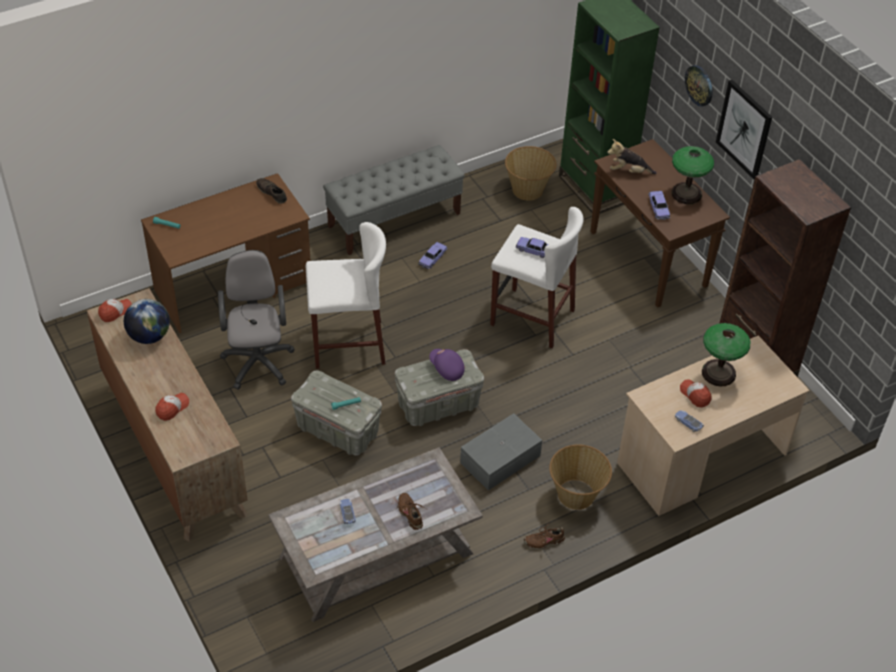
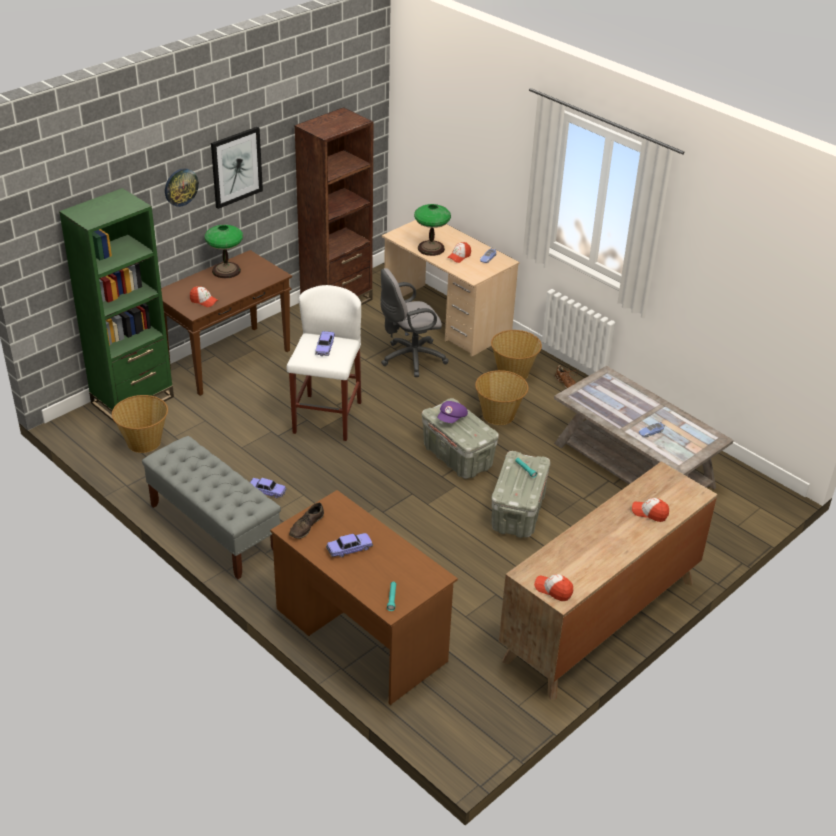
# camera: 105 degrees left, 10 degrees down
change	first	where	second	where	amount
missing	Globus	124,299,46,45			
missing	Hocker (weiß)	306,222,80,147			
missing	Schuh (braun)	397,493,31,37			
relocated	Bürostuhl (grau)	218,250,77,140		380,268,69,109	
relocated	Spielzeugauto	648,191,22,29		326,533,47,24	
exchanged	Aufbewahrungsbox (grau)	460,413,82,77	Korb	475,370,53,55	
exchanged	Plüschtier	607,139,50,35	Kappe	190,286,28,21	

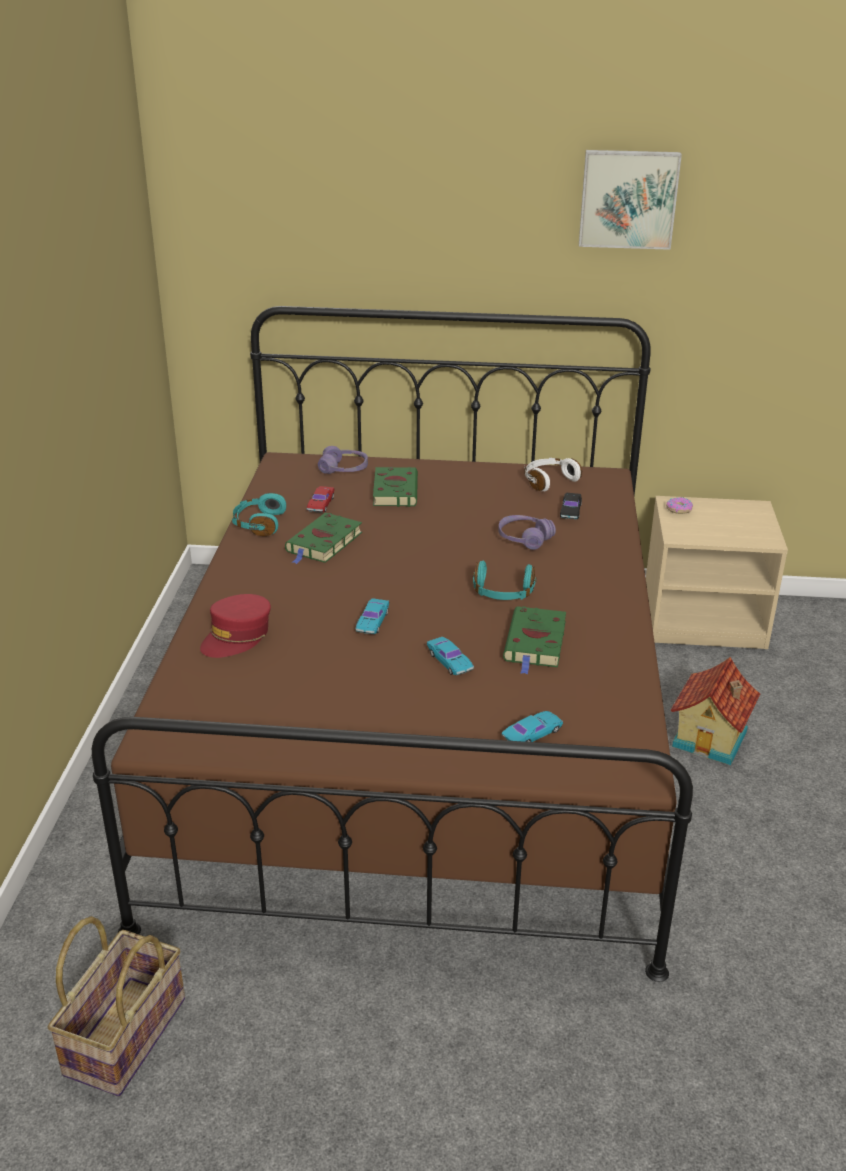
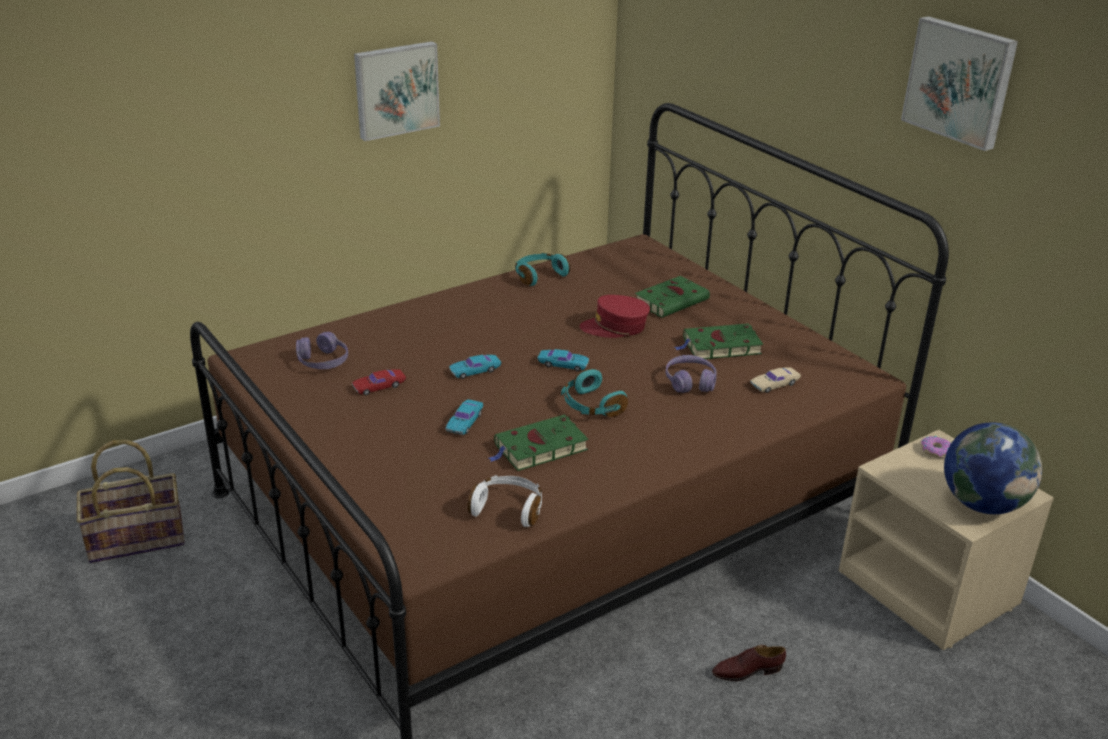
# camera: 50 degrees right, 0 degrees up
change	first	where	second	where	amount
appeared			Bild	354,41,86,100	
appeared			Globus	944,423,98,91	
relocated	Kappe (rot)	200,594,71,64		580,295,70,43	
relocated	Buch (grün)	285,513,77,51		675,323,88,36	
relocated	Spielzeugauto (rot)	307,486,28,26		352,369,54,26	
relocated	Kopfhörer (lila)	318,446,50,28		296,332,52,37	
relocated	Spielzeugauto (türkis)	501,711,62,31		538,349,51,23	
relocated	Kopfhörer (weiß)	524,458,58,33		468,475,74,52	
exchanged	Spielzeughaus	671,657,89,108	Schuh (braun)	712,645,74,36	
colour	Spielzeugauto (schwarz)	560,493,22,26	Spielzeugauto (beige)	750,368,51,25	

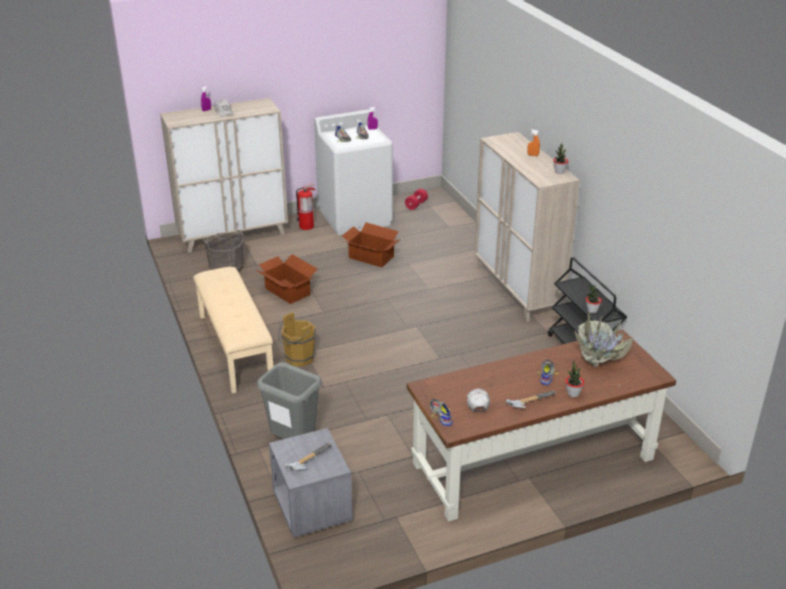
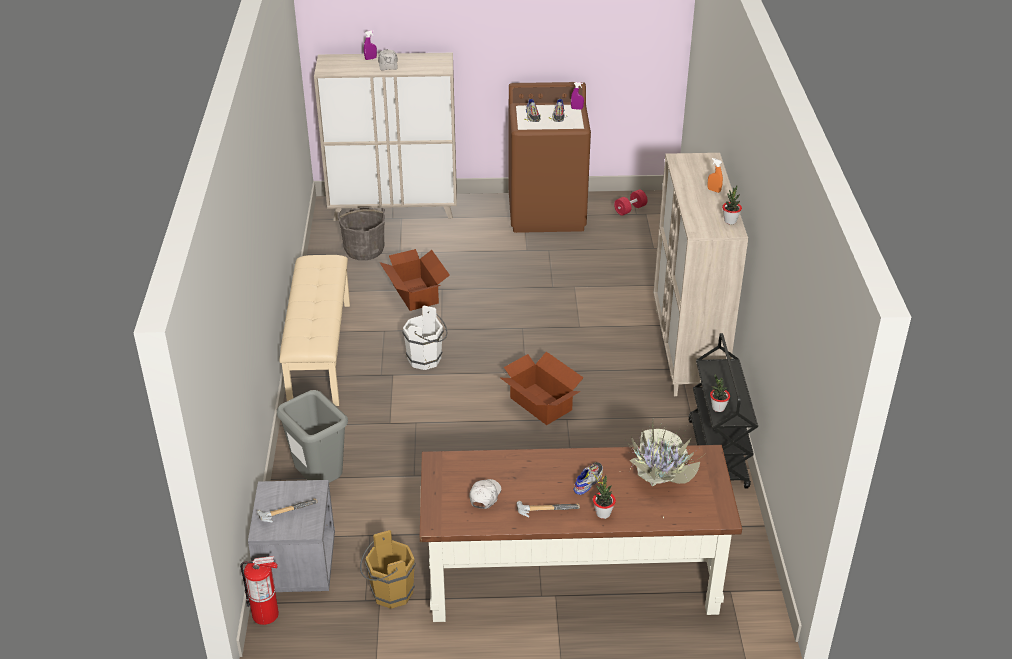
# camera: 20 degrees right, 5 degrees up
change	first	where	second	where	amount
missing	Schuh	430,399,23,27			
appeared			Eimer (weiß)	402,306,45,64	
relocated	Eimer (braun)	278,312,38,54		360,530,56,79	
relocated	Feuerlöscher	296,183,19,47		240,556,39,69	
relocated	Karton	342,222,58,45		501,352,83,73	
colour	Waschmaschine (weiß)	314,109,79,126	Waschmaschine (braun)	508,82,83,151	

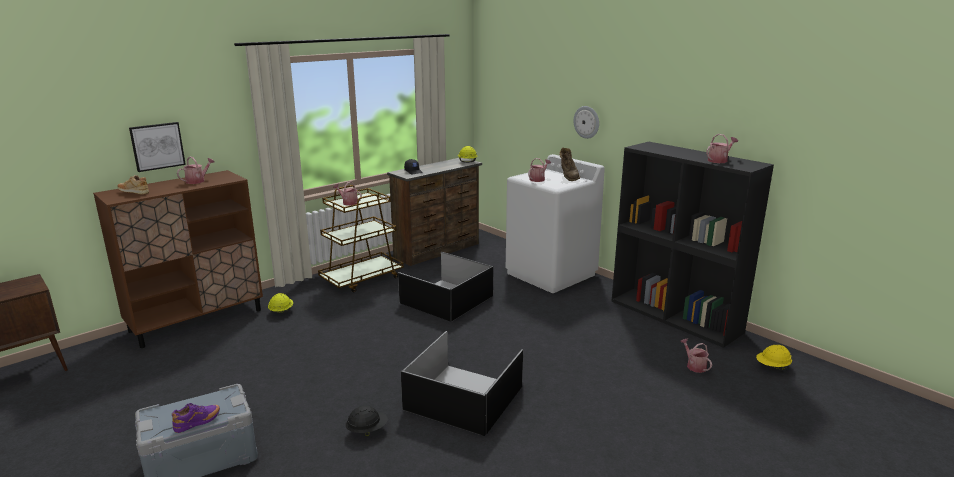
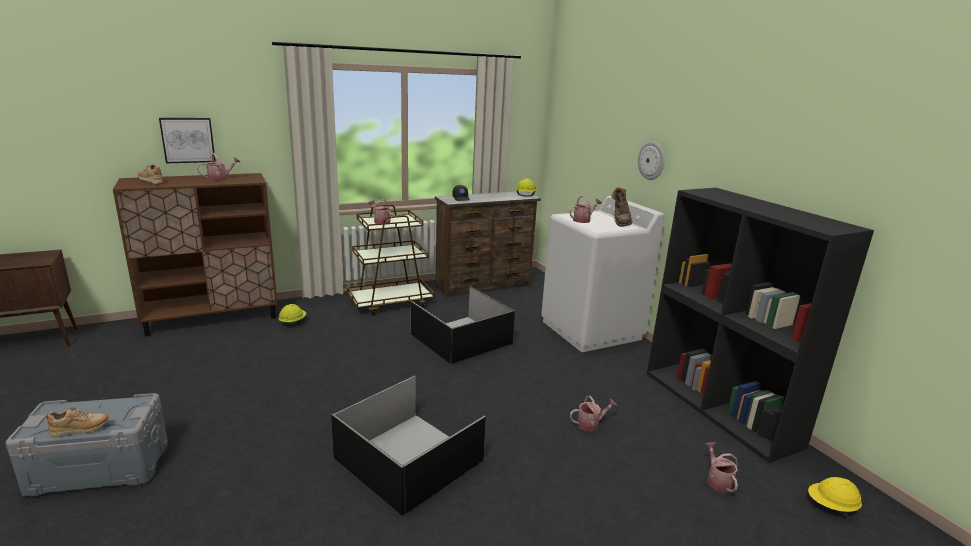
# camera: 15 degrees right, 0 degrees up
change	first	where	second	where	amount
missing	Schutzhelm (schwarz)	346,406,42,31			
relocated	Gießkanne	706,134,32,29		570,396,47,35	
colour	Schuh (lila)	172,403,48,30	Schuh (beige)	46,407,63,31	

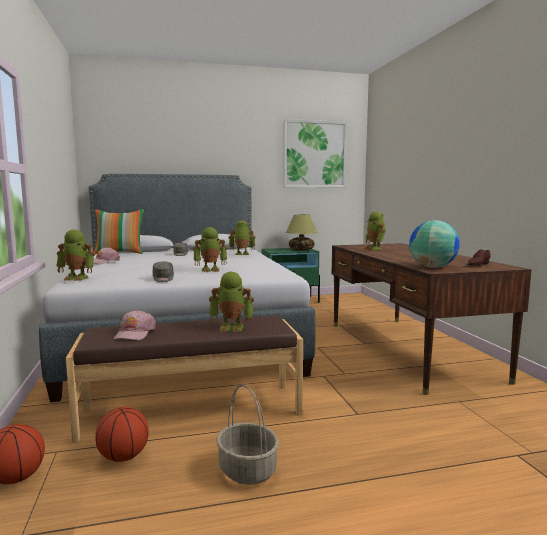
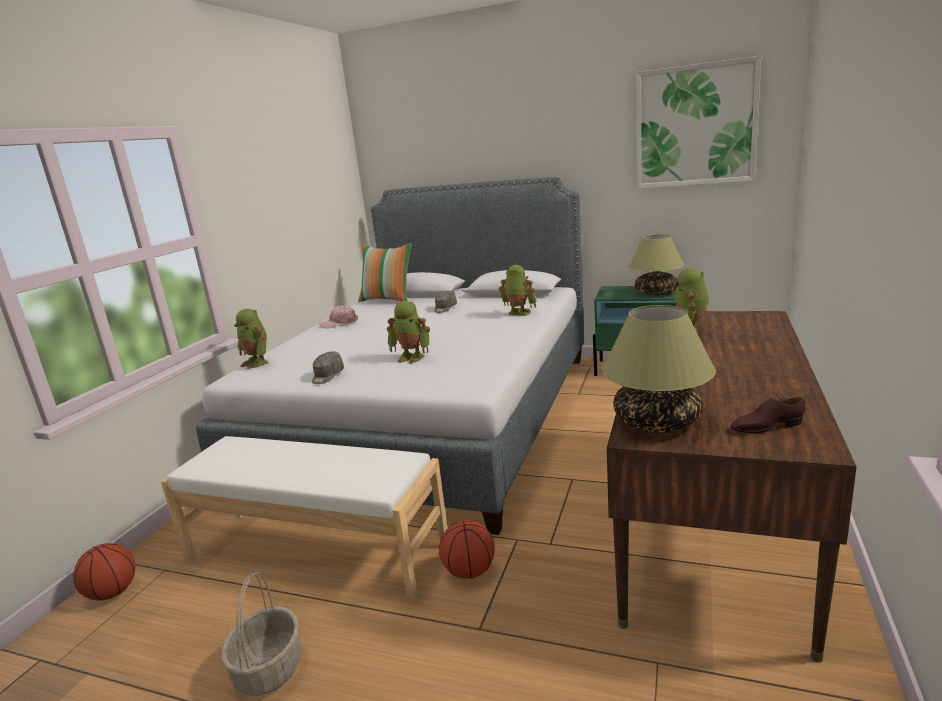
# camera: 35 degrees right, 10 degrees up
change	first	where	second	where	amount
missing	Kappe (rosa)	114,310,42,30			
missing	Spielzeugroboter	209,272,45,60			
relocated	Basketball	95,407,54,55		439,520,56,59	
exchanged	Globus	409,220,51,48	Tischlampe	602,305,114,128	
colour	Bank (braun)	66,316,237,127	Bank (weiß)	161,436,286,168	

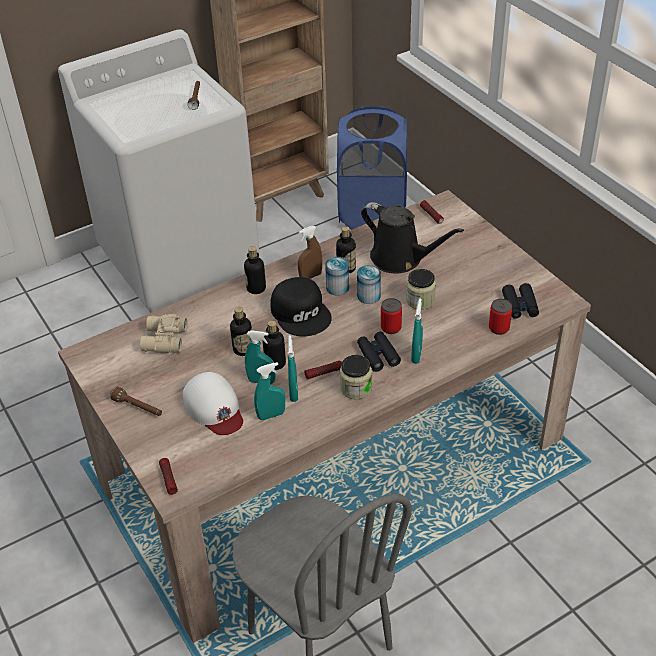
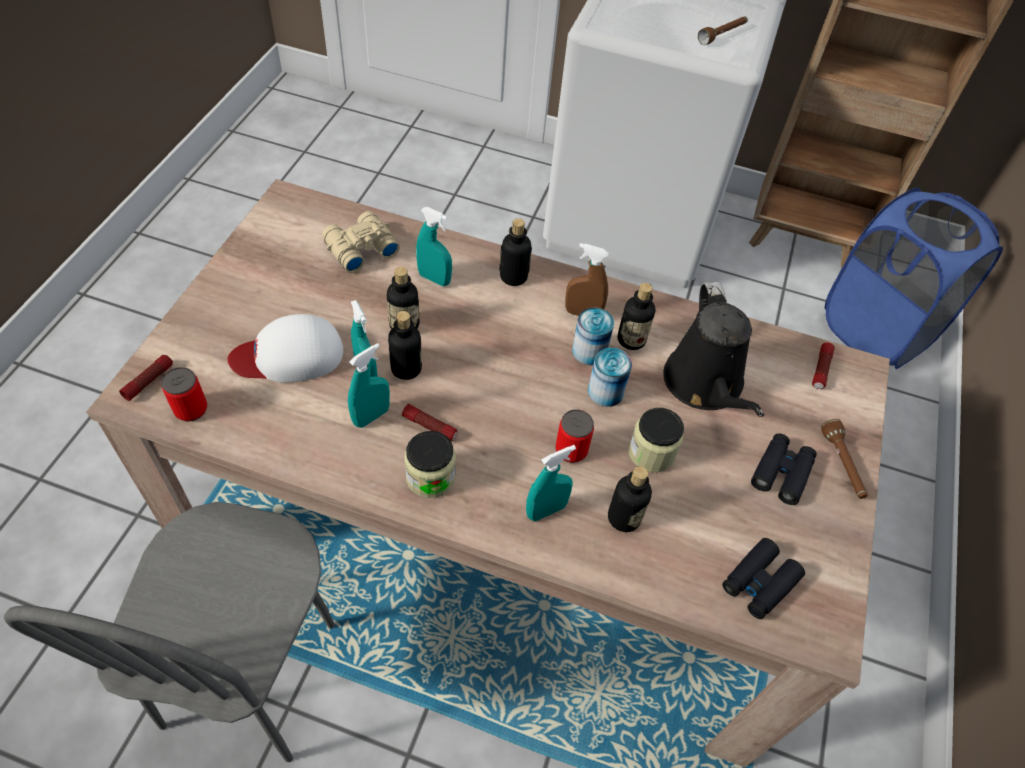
# camera: 45 degrees right, 10 degrees up
change	first	where	second	where	amount
missing	Kappe (schwarz)	270,277,62,60			
appeared			Flasche	608,466,44,66	
relocated	Taschenlampe (braun)	110,387,52,29		821,419,47,80	
relocated	Sprühflasche (türkis)	254,362,31,58		416,207,36,79	
relocated	Fernglas (schwarz)	357,332,44,40		751,433,66,72	
relocated	Dose	489,299,23,36		161,367,46,55	
spun	Kappe (weiß)	183,372,60,63		228,314,115,69	60 degrees clockwise

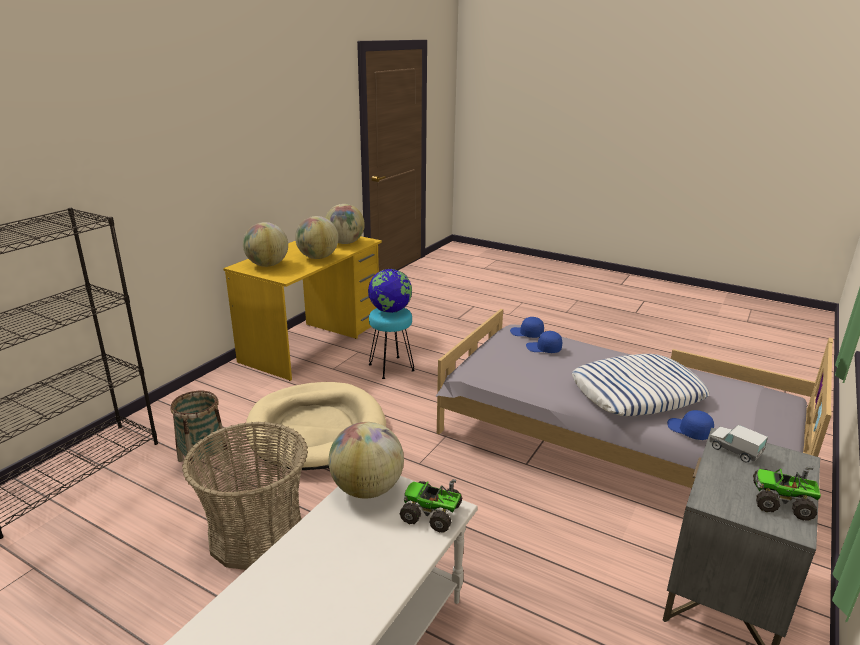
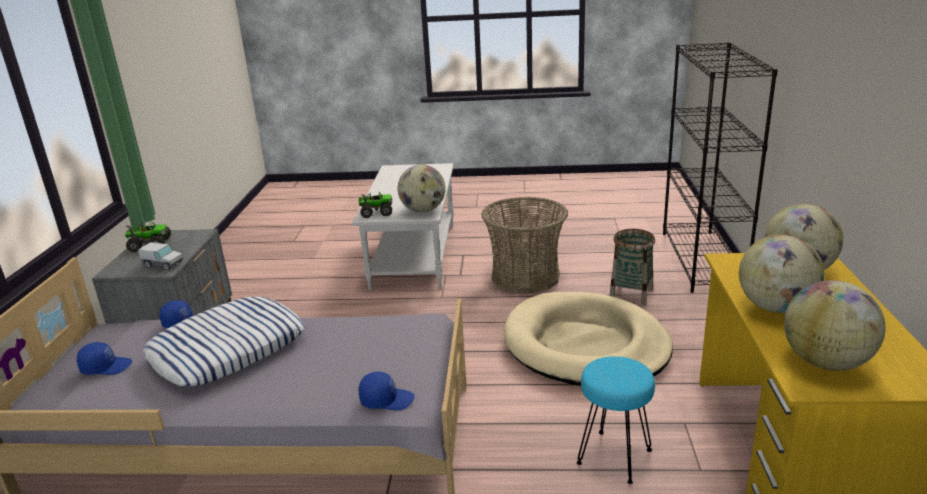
# camera: 155 degrees right, 0 degrees up
change	first	where	second	where	amount
missing	Globus	368,269,44,44			
relocated	Kappe (blau)	526,331,36,22		77,342,55,33	

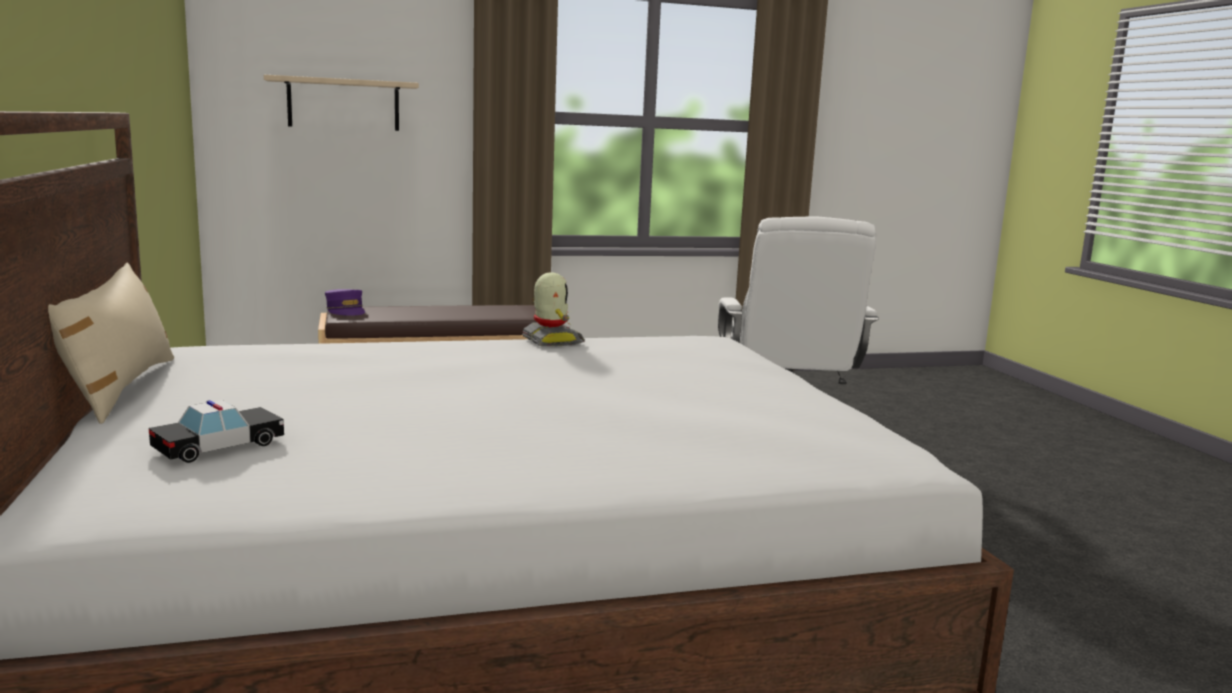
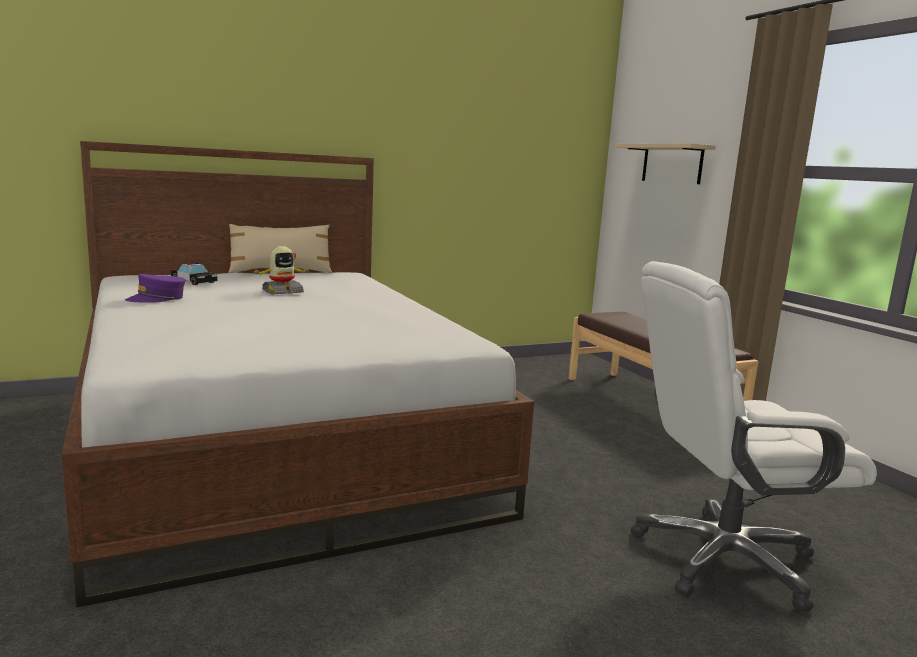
# camera: 80 degrees right, 0 degrees up
change	first	where	second	where	amount
relocated	Kappe (lila)	325,289,40,27		125,274,61,29	
relocated	Spielzeugroboter	522,272,63,74		253,246,57,49	

